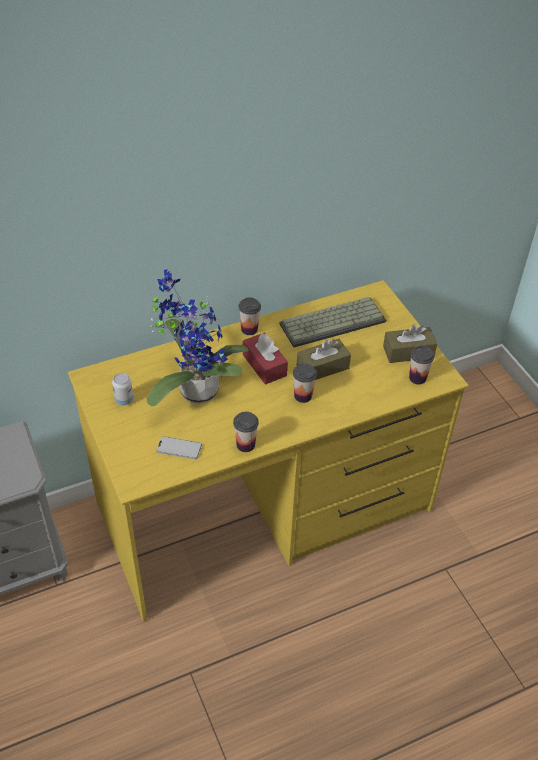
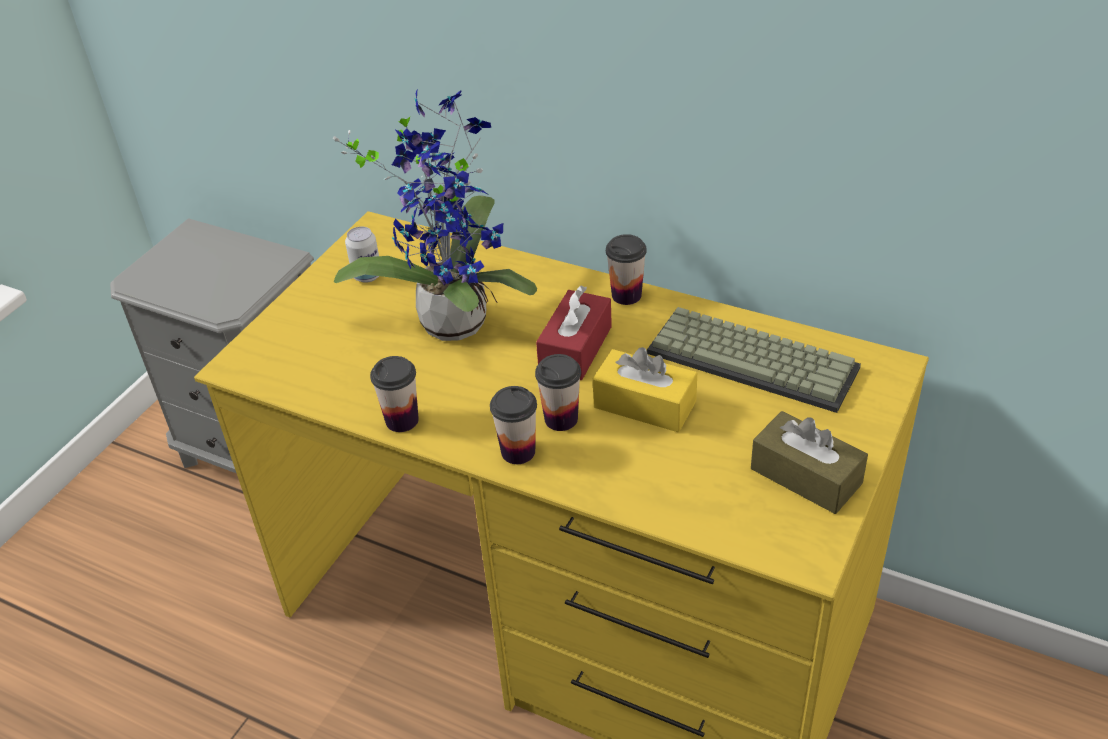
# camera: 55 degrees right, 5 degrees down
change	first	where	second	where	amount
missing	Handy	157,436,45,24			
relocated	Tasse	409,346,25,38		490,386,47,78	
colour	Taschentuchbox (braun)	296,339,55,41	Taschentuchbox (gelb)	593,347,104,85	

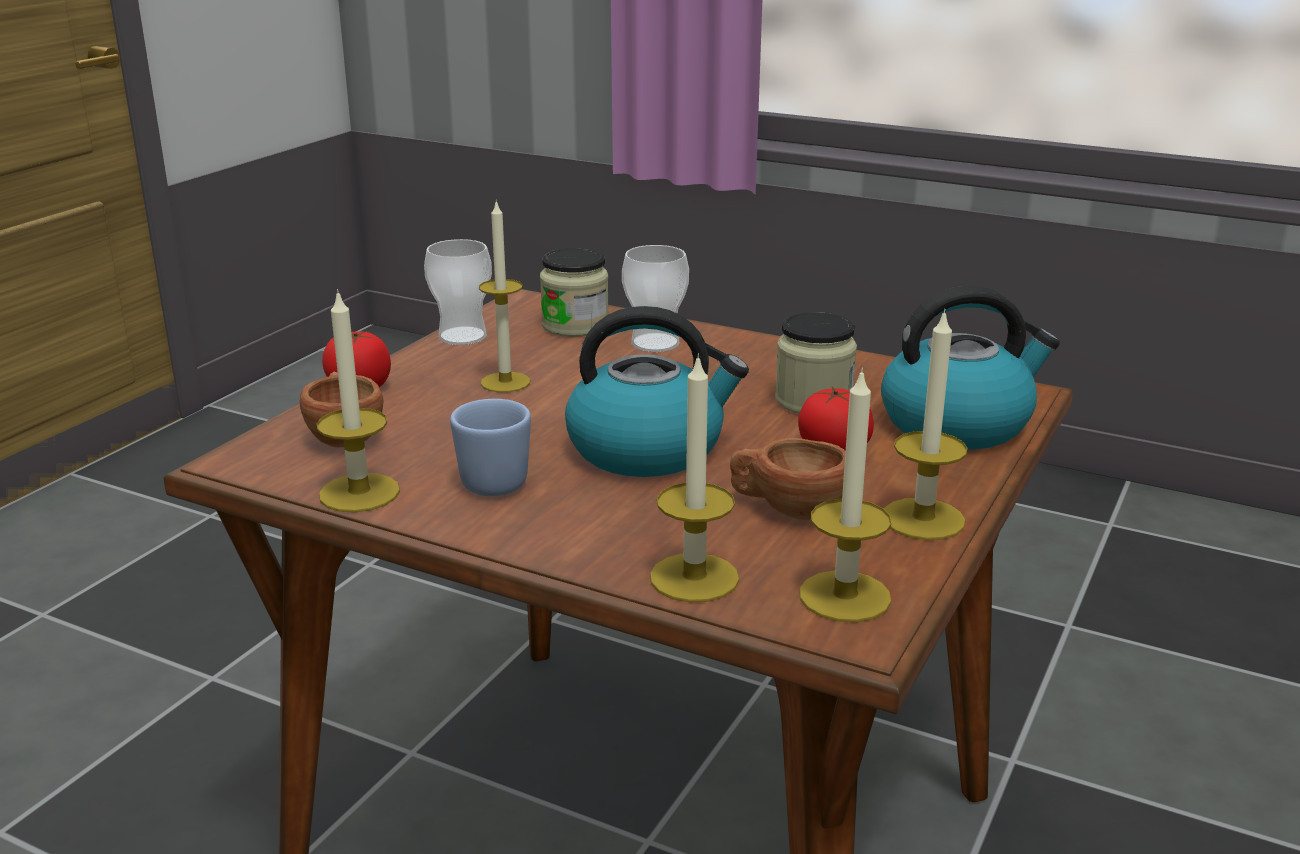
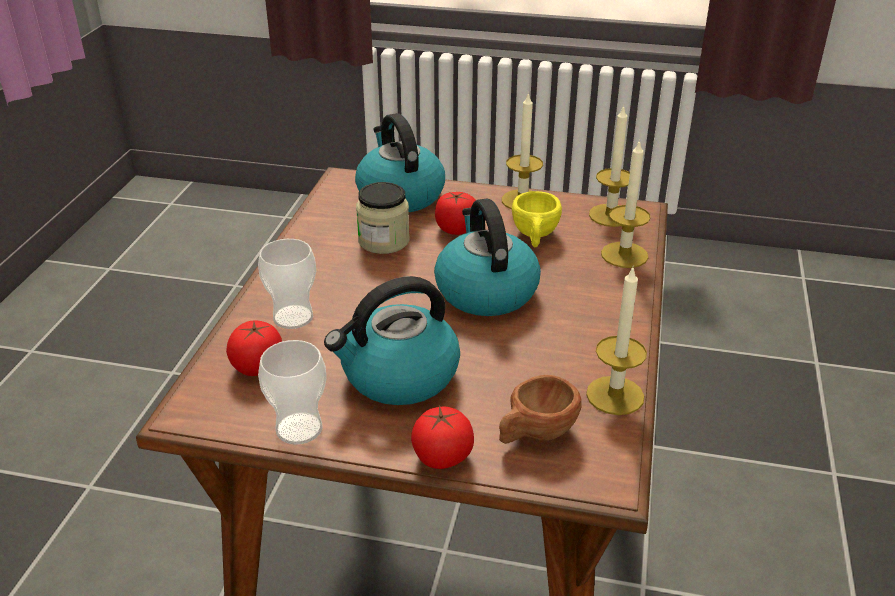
# camera: 105 degrees left, 10 degrees up
change	first	where	second	where	amount
missing	Henkelbecher (blau)	450,399,81,97			
exchanged	Kerze	479,200,51,193	Wasserkessel	324,276,136,129	
exchanged	Vorratsglas	540,248,68,89	Tomate	226,320,56,56	
colour	Tasse (braun)	730,438,116,82	Tasse (gelb)	512,191,50,56	

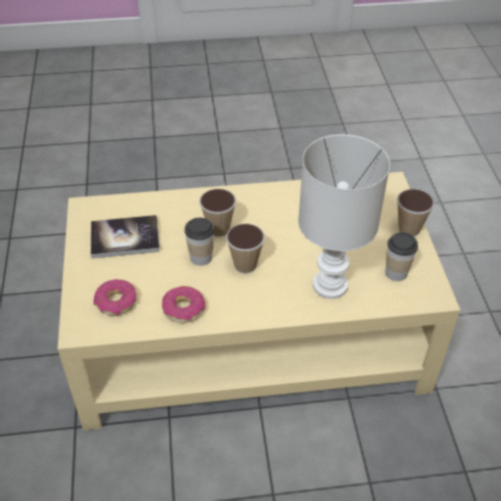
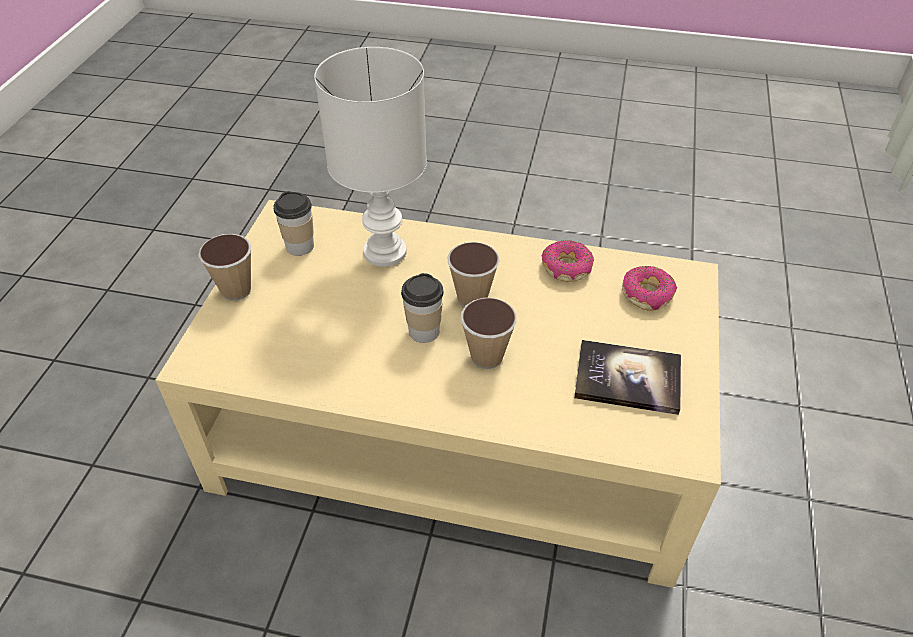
# camera: 160 degrees left, 0 degrees up
change	first	where	second	where	amount
relocated	Tasse	185,217,29,49		401,273,43,70	

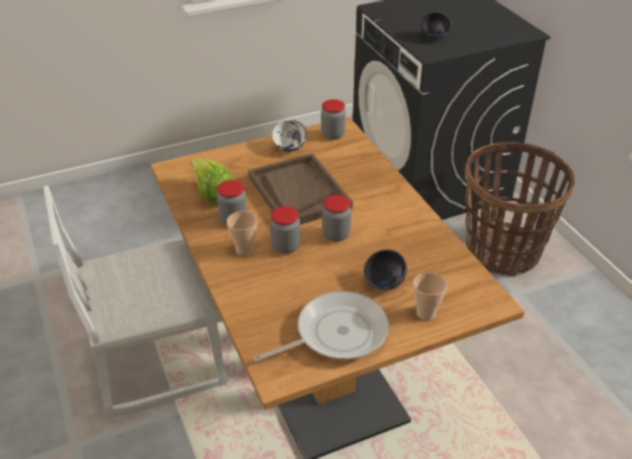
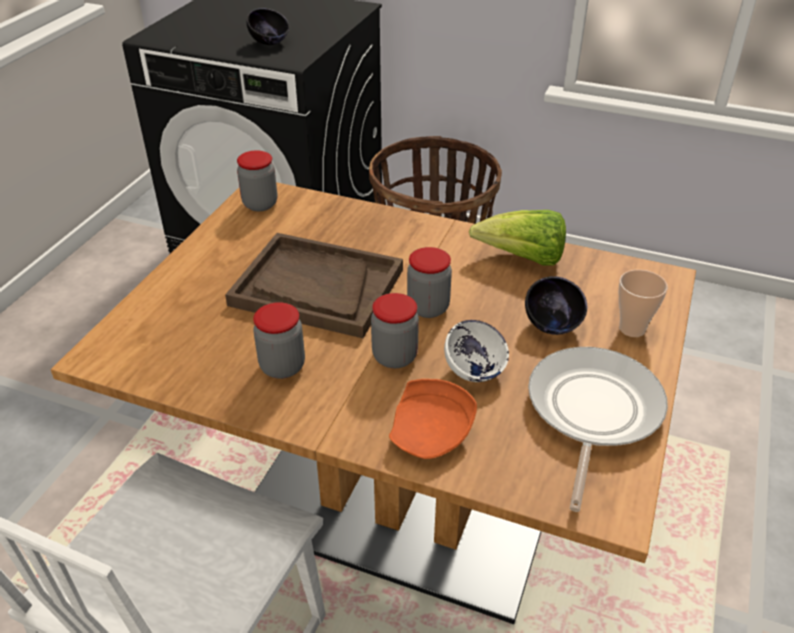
# camera: 45 degrees left, 0 degrees up
change	first	where	second	where	amount
missing	Tasse	227,211,30,44			
appeared			Teller (orange)	389,379,88,80	
relocated	Salatkopf	190,158,44,47		469,210,97,56	
relocated	Schüssel (weiß)	272,120,35,32		444,320,65,62	

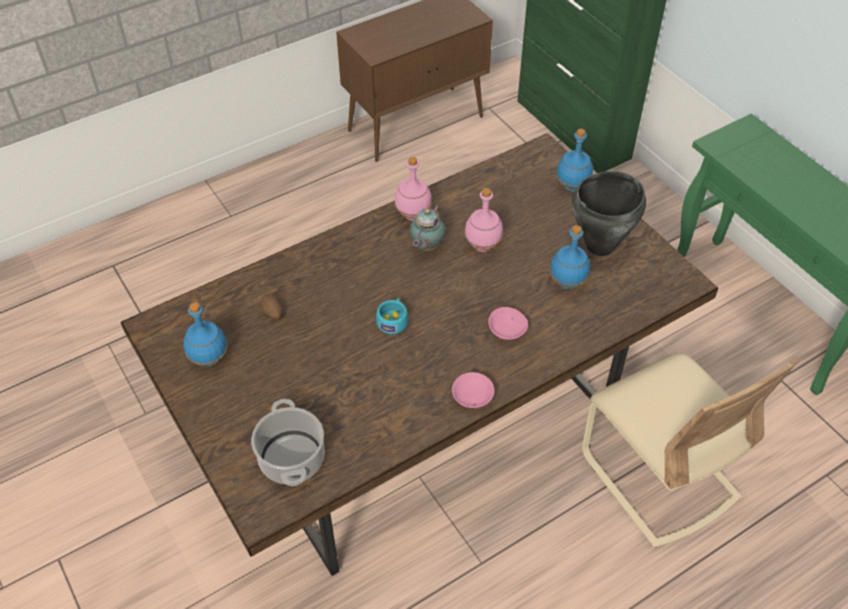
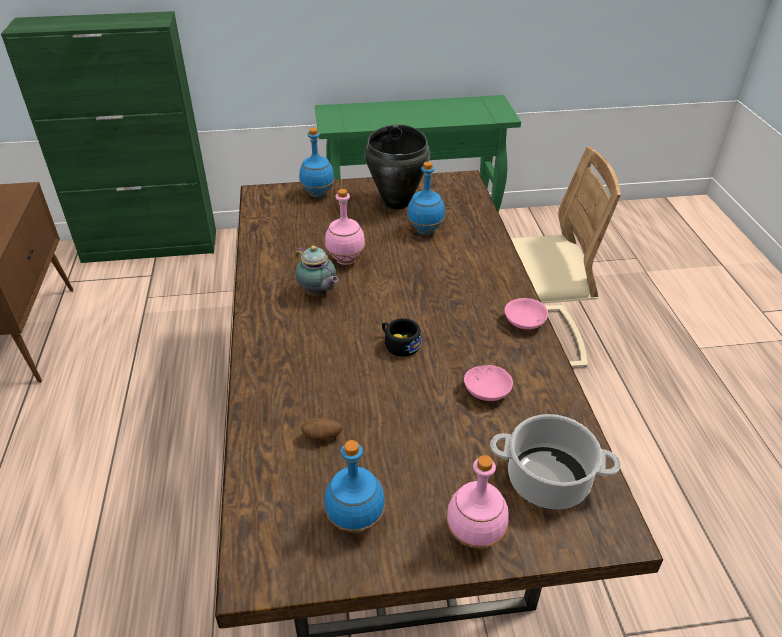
# camera: 65 degrees left, 10 degrees down
change	first	where	second	where	amount
relocated	Flasche (rosa)	395,157,37,63		446,455,63,94	
relocated	Schüssel (rosa)	488,307,40,33		464,365,49,36	
colour	Tasse (türkis)	376,298,33,37	Tasse (schwarz)	382,318,39,39	

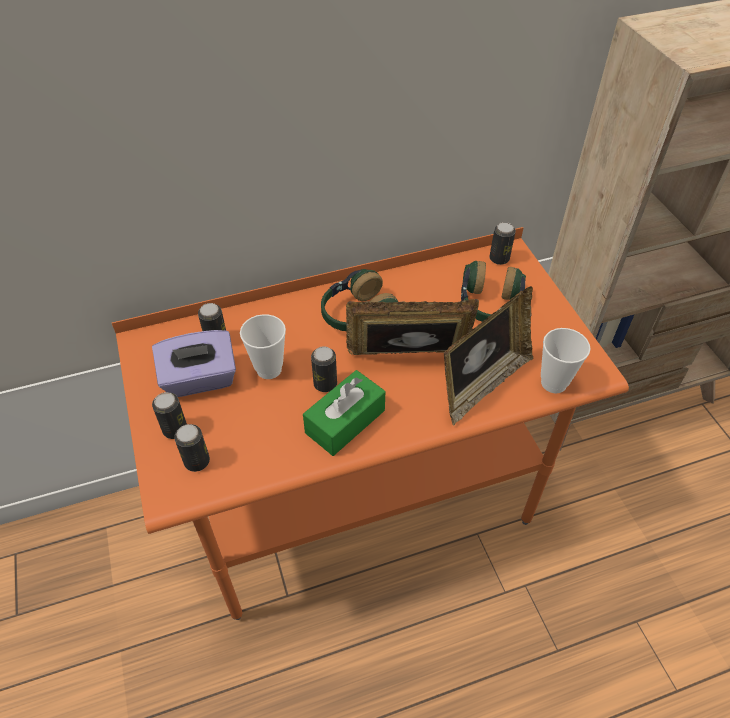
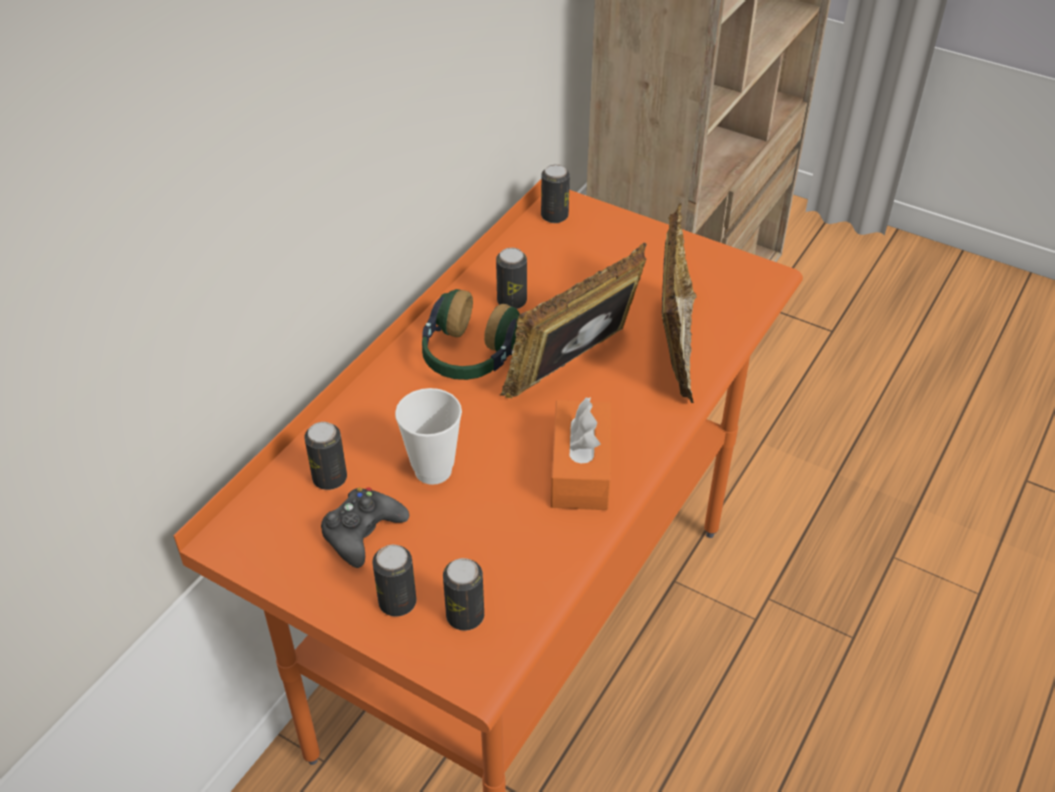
# camera: 40 degrees left, 5 degrees down
change	first	where	second	where	amount
missing	Kopfhörer	461,261,65,61			
missing	Tasse	541,328,49,65			
relocated	Dose	311,346,26,46		496,248,31,61	
exchanged	Taschentuchbox (lila)	152,330,84,67	Gamepad (schwarz)	321,487,88,81	
colour	Taschentuchbox (grün)	303,370,82,86	Taschentuchbox (orange)	551,397,60,113	

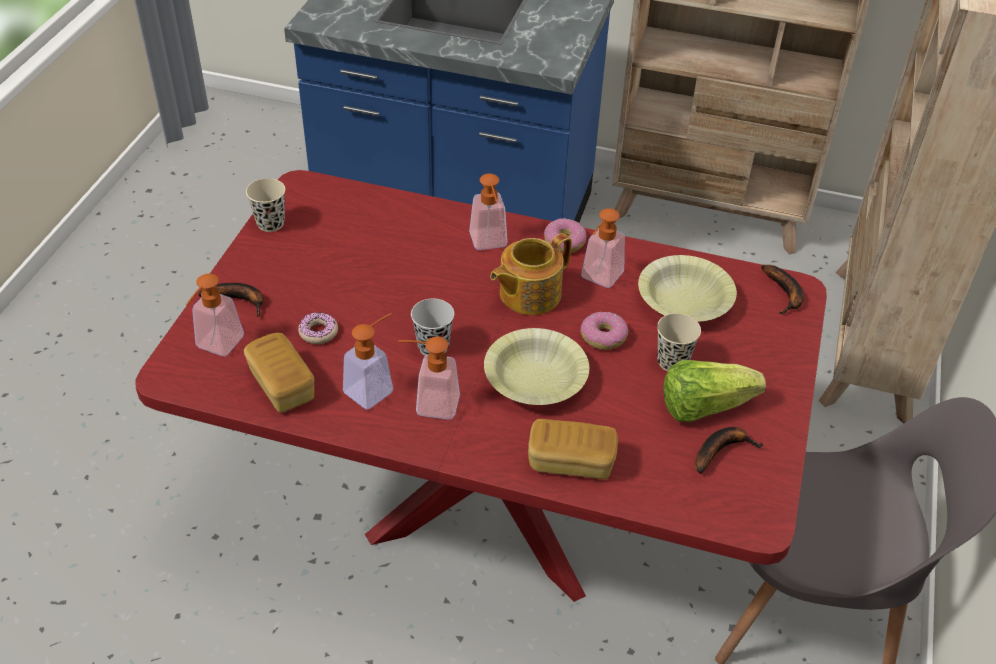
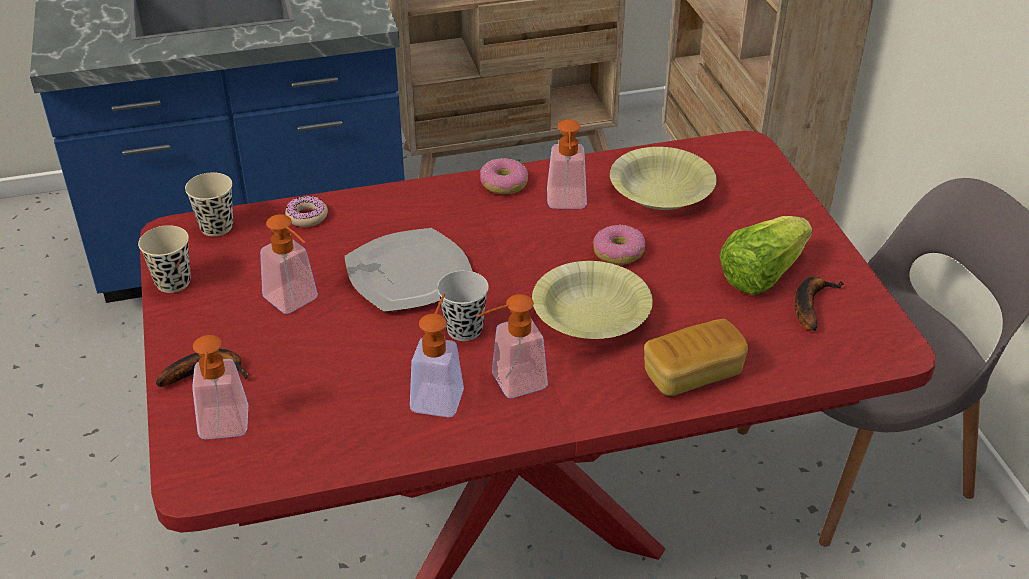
# camera: 30 degrees left, 5 degrees down
change	first	where	second	where	amount
missing	Brot	244,333,70,80			
missing	Teekanne	490,233,82,82			
missing	Banane	762,265,42,49			
appeared			Teller	345,228,128,84	
relocated	Donut	298,312,40,32		285,195,43,32	
relocated	Seifenspender	469,174,38,76		260,214,58,100	
relocated	Tasse (beige)	657,313,44,58		185,172,48,65	

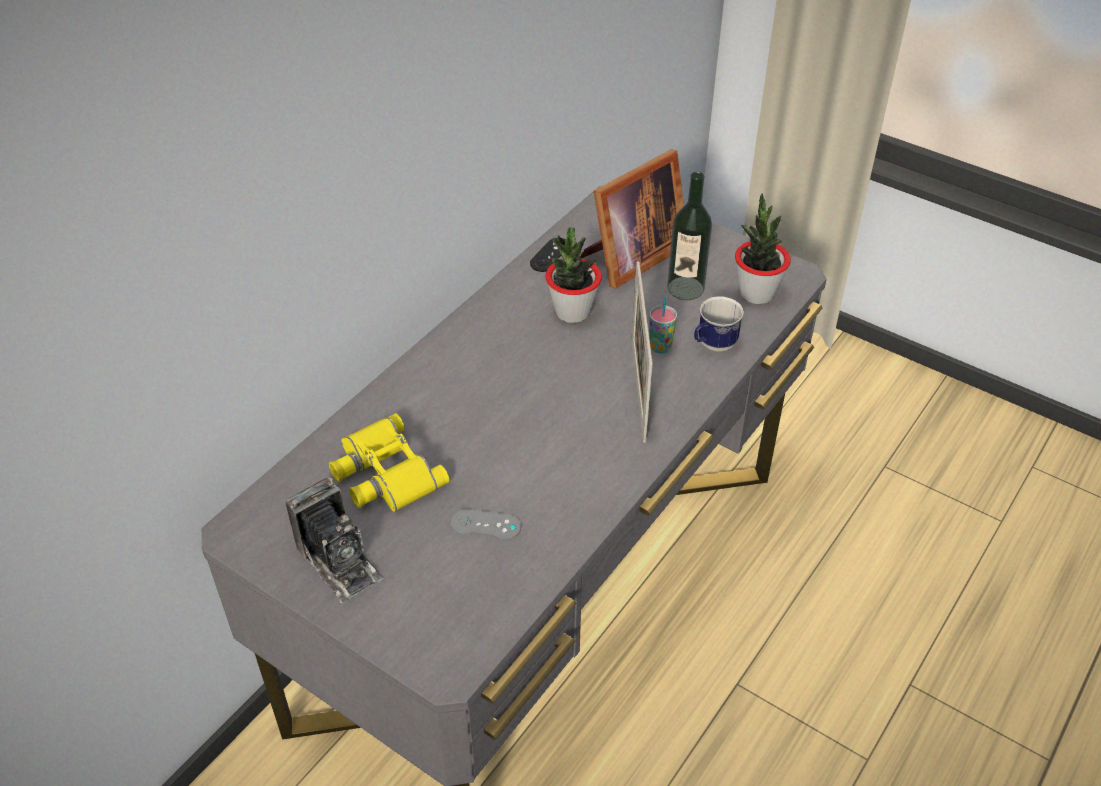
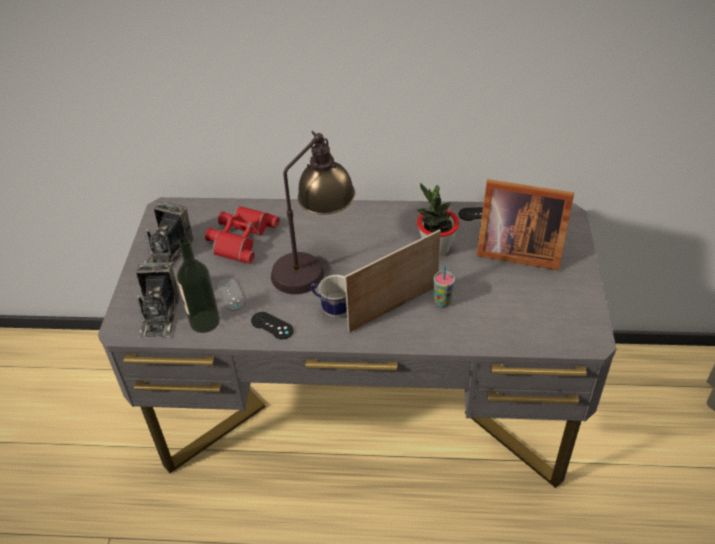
# camera: 60 degrees right, 0 degrees up
change	first	where	second	where	amount
missing	Topfpflanze	735,193,56,111			
appeared			Kamera	136,262,43,76	
appeared			Gamepad (schwarz)	251,312,43,28	
appeared			Tischlampe	271,131,84,163	
relocated	Flasche	667,172,45,128		177,237,43,96	
relocated	Henkelbecher	694,296,50,56		311,275,36,42	
colour	Fernglas (gelb)	329,413,121,99	Fernglas (rot)	205,206,75,58	

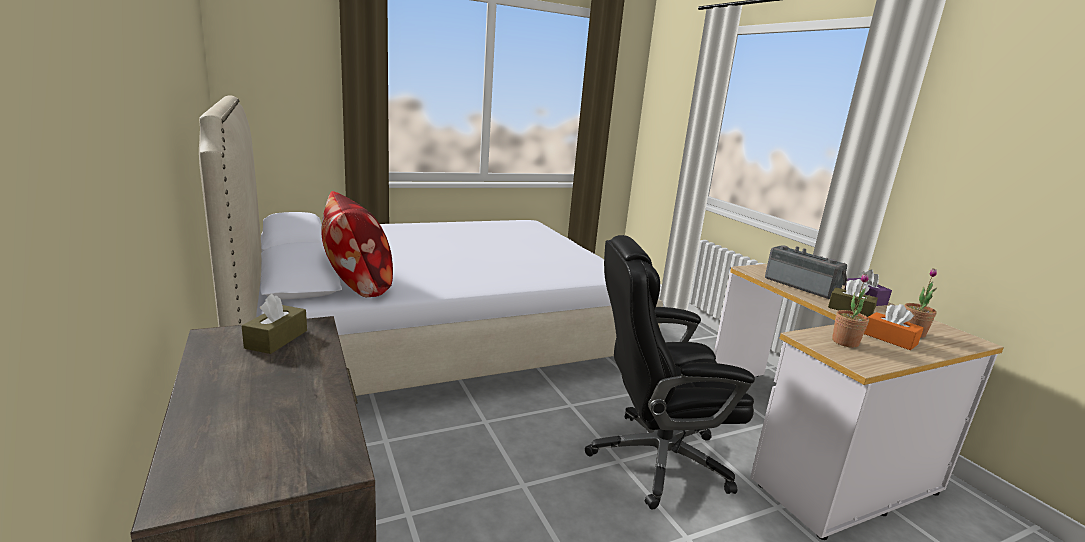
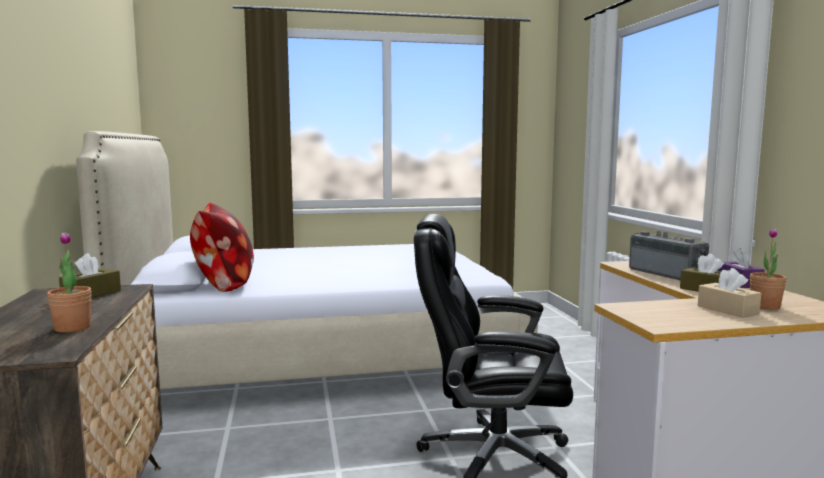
# camera: 15 degrees right, 10 degrees down
change	first	where	second	where	amount
relocated	Topfpflanze	832,273,37,75		47,232,44,100	
colour	Taschentuchbox (orange)	864,304,60,46	Taschentuchbox (beige)	698,268,63,50	

